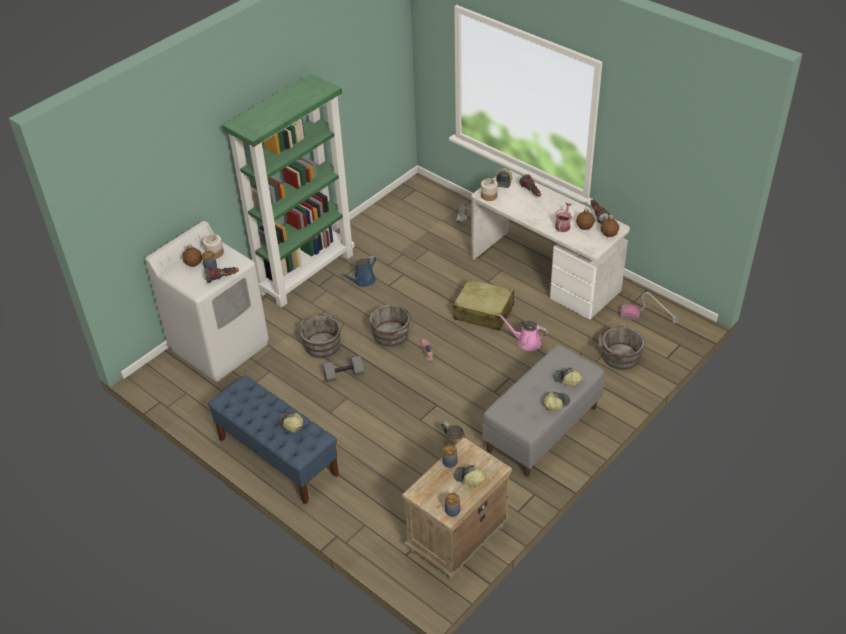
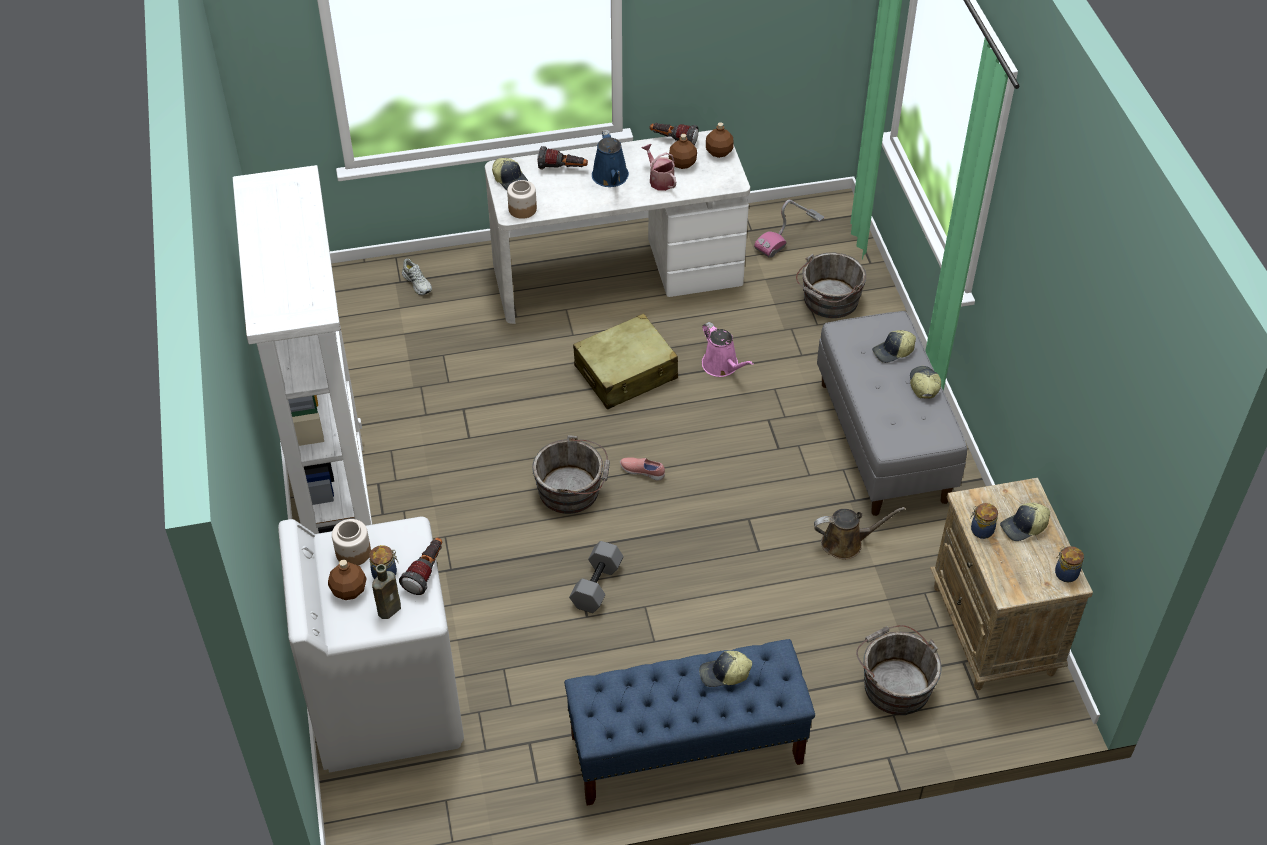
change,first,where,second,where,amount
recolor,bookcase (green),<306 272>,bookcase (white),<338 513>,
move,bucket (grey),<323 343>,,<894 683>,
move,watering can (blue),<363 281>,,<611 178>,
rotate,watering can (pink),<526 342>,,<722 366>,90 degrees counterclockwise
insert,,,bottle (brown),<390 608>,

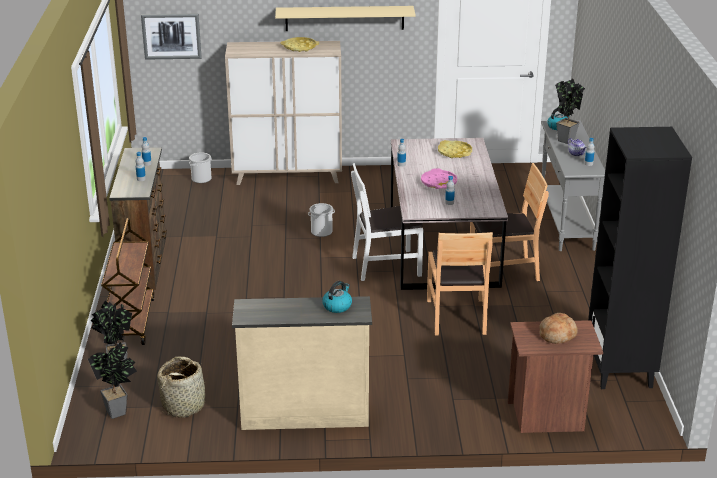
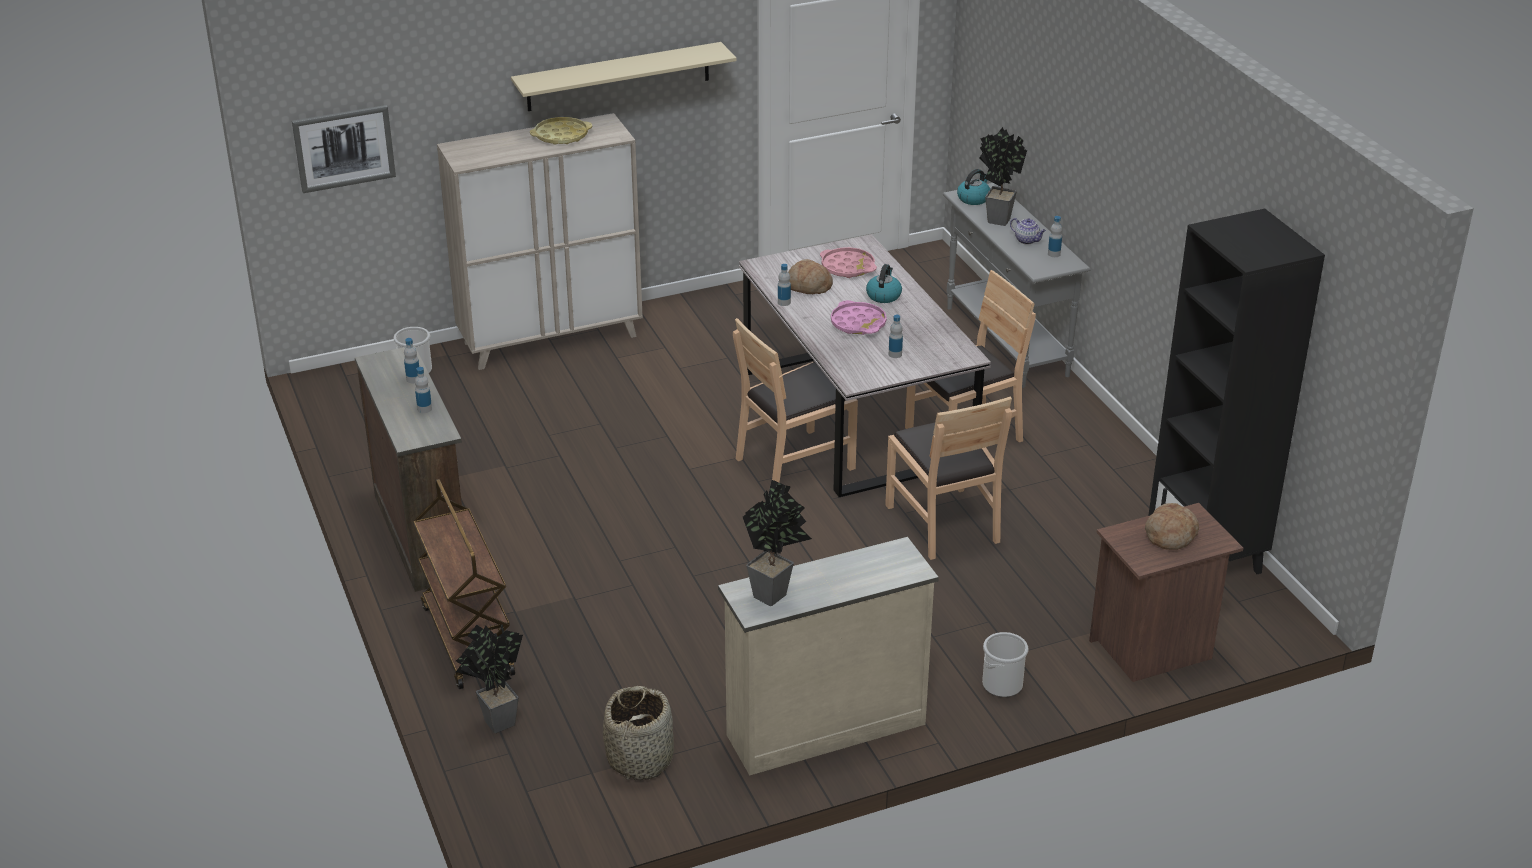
change,first,where,second,where,amount
move,potted plant,<120 412>,,<775 594>,
move,bucket,<321 232>,,<1002 684>,
move,kettle,<337 306>,,<883 295>,
recolor,chair (white),<386 265>,chair (brown),<794 462>,
recolor,tray (yellow),<454 152>,tray (pink),<848 267>,
insert,,,bread,<808 286>,

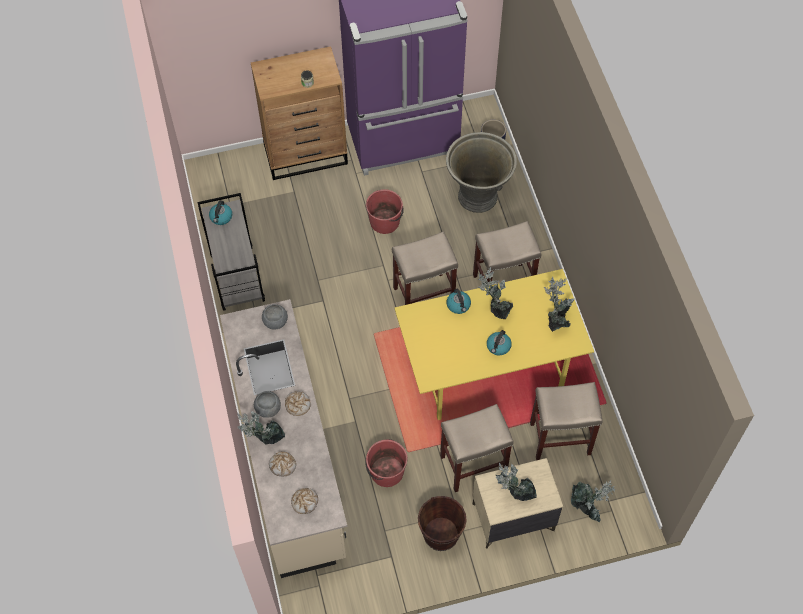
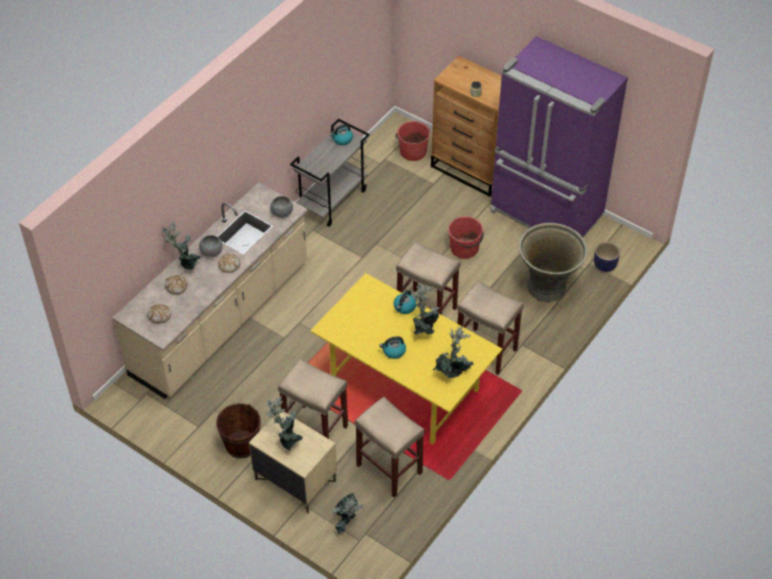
change,first,where,second,where,amount
move,bucket (red),<386 472>,,<412 151>,

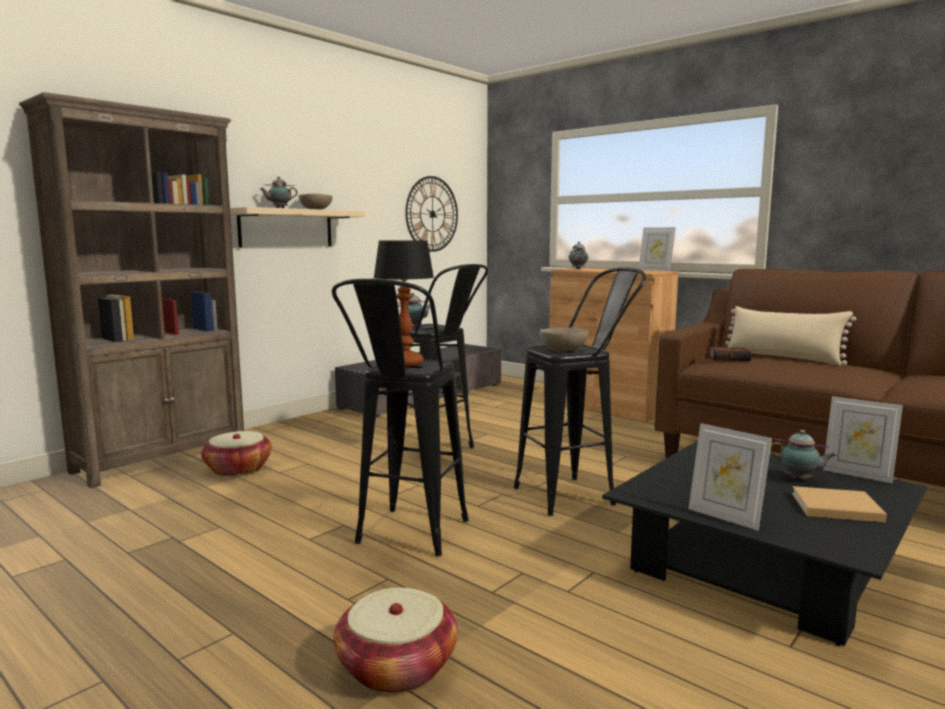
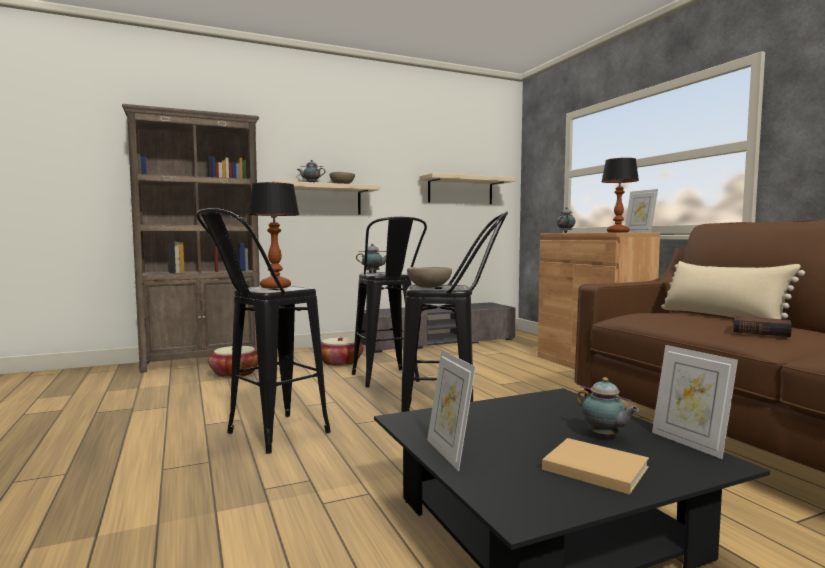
change,first,where,second,where,amount
move,basket,<396 667>,,<340 362>,
replace,wall clock,<432 214>,shelf (beige),<460 190>,
move,book,<729 358>,,<762 331>,
insert,,,table lamp,<618 232>,

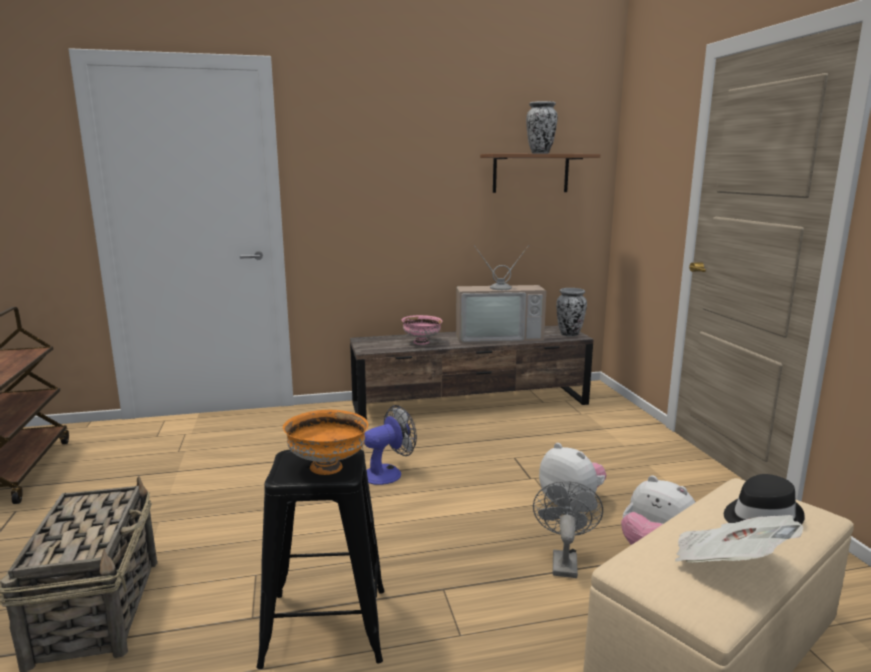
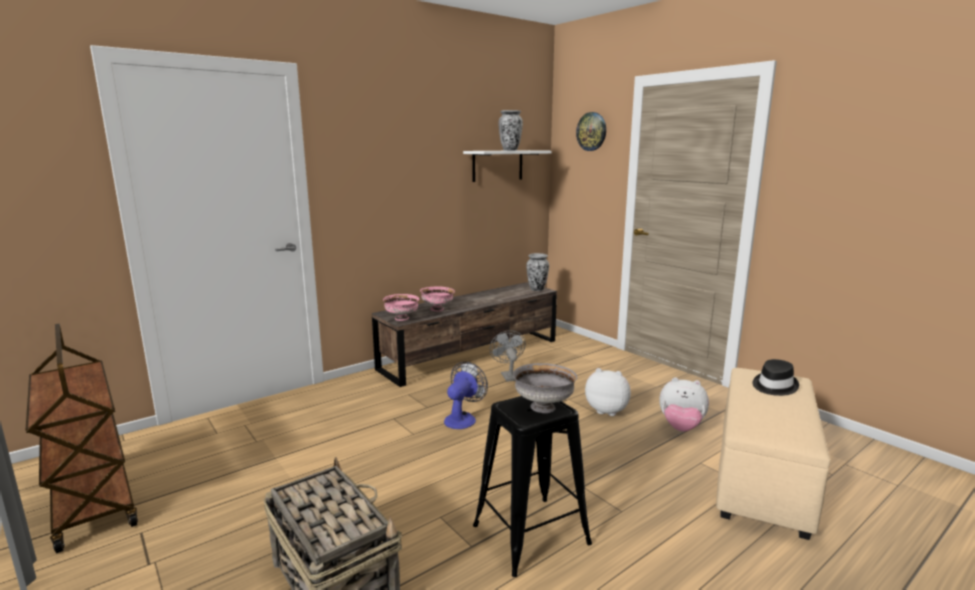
change,first,where,second,where,amount
recolor,bowl (orange),<328 467>,bowl (grey),<543 407>,
delete,television,<498 336>,,,
recolor,shelf (brown),<530 173>,shelf (white),<497 165>,
move,fan (grey),<563 561>,,<508 375>,
delete,newspaper,<727 564>,,,
insert,,,bowl (pink),<402 318>,
insert,,,wall clock,<591 131>,

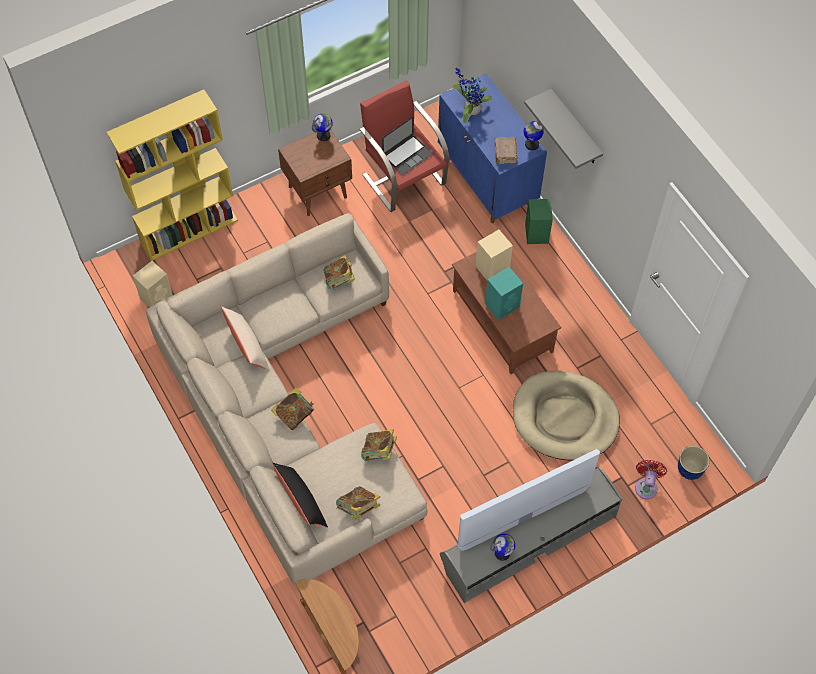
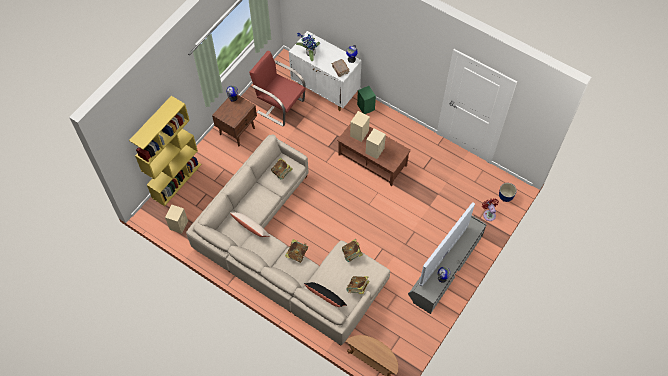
change,first,where,second,where,amount
delete,laptop,<407 155>,,,
recolor,cabinet (blue),<487 182>,cabinet (white),<325 90>,
recolor,speaker (turquoise),<503 305>,speaker (beige),<375 150>,
delete,dog bed (beige),<564 418>,,,
delete,shelf (grey),<575 129>,,,

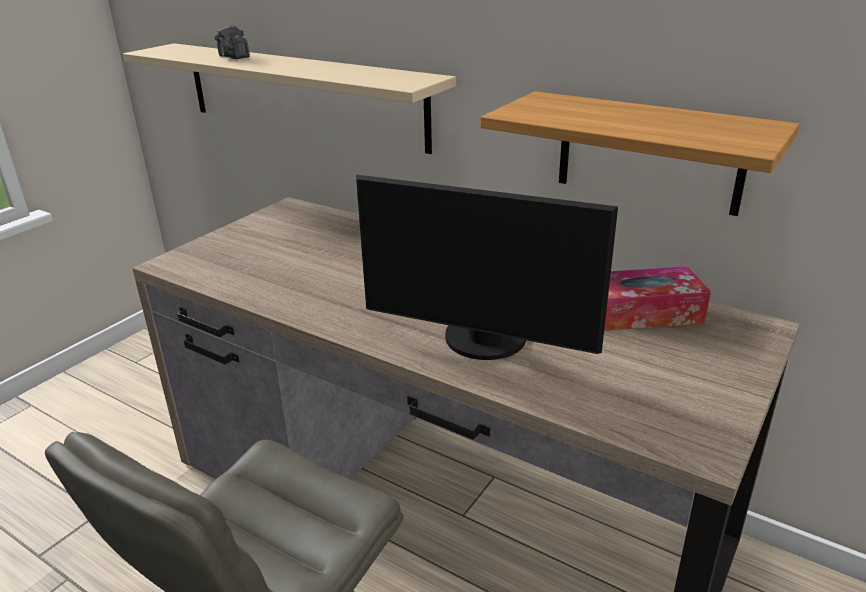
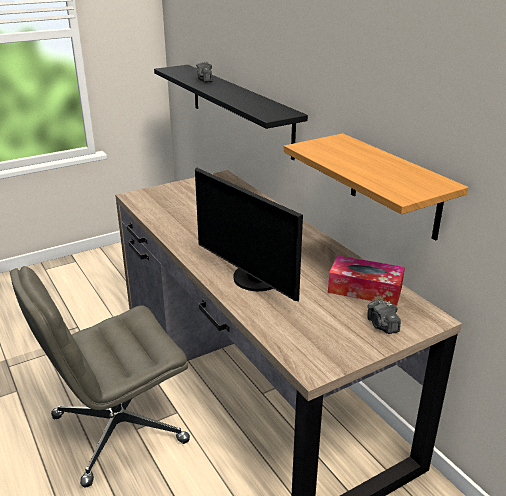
change,first,where,second,where,amount
recolor,shelf (beige),<301 94>,shelf (black),<239 108>,
insert,,,photo camera,<382 325>,

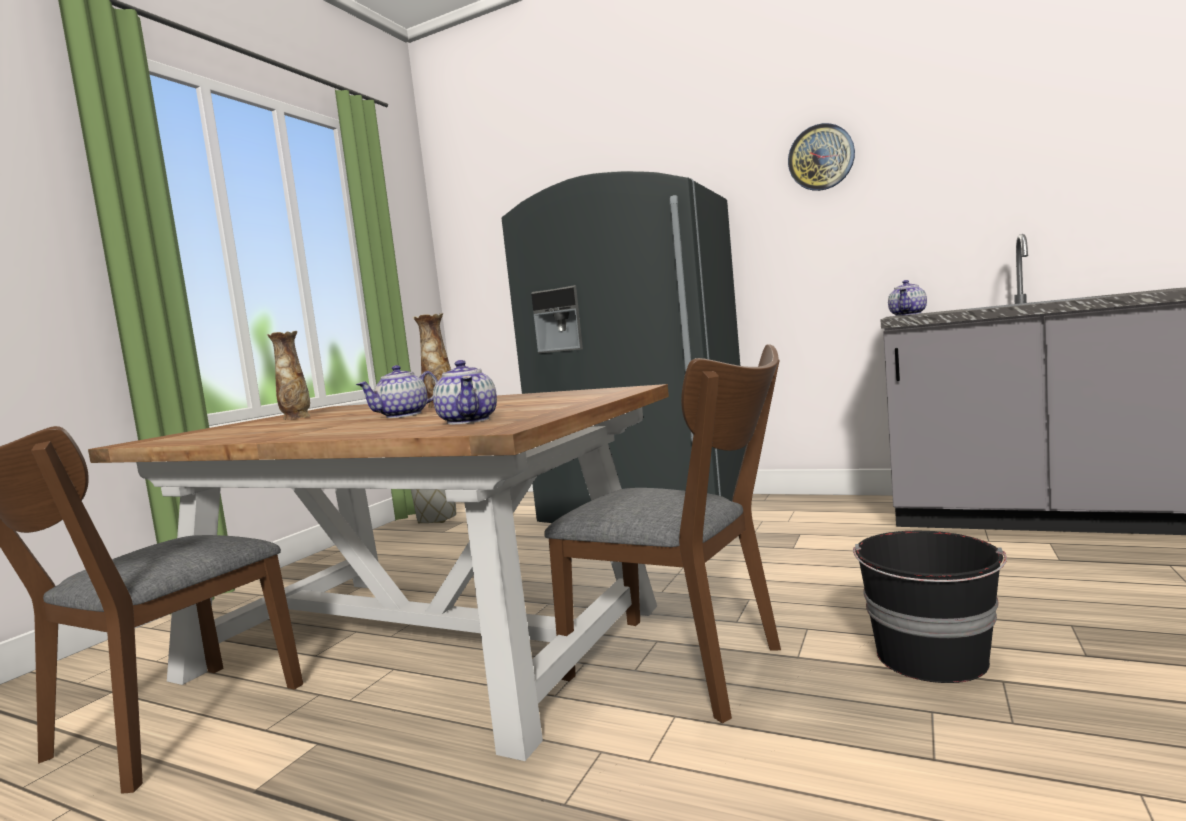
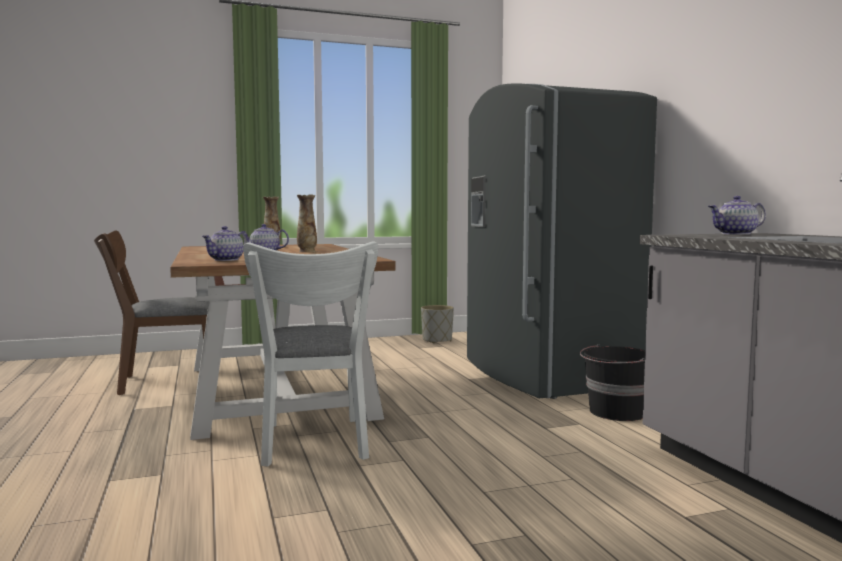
change,first,where,second,where,amount
recolor,chair (brown),<688 666>,chair (white),<314 444>,
delete,wall clock,<821 157>,,,
move,bucket (black),<932 658>,,<616 412>,

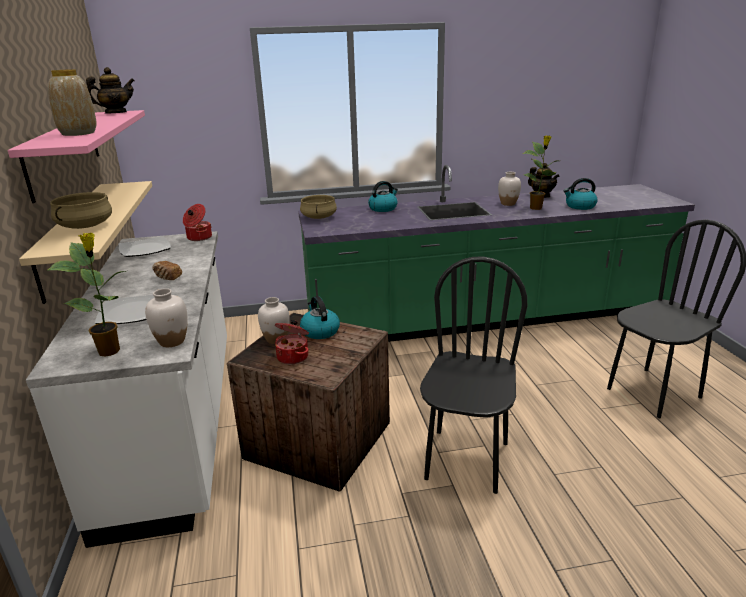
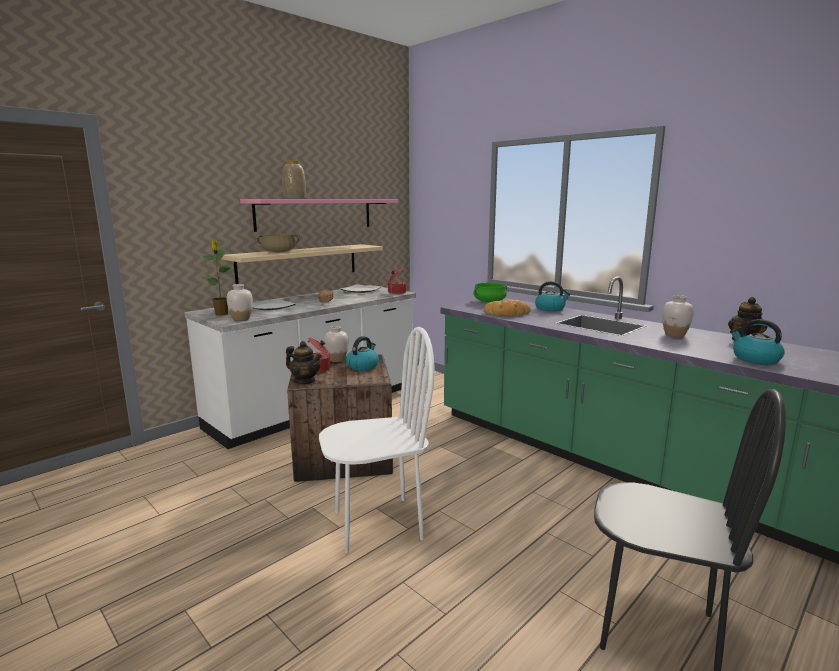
change,first,where,second,where,amount
move,teapot,<116 113>,,<305 381>,
recolor,cooking pot (beige),<319 217>,cooking pot (green),<489 301>,
recolor,chair (black),<466 460>,chair (white),<377 524>,
delete,potted plant,<537 208>,,,
insert,,,bread,<507 313>,

